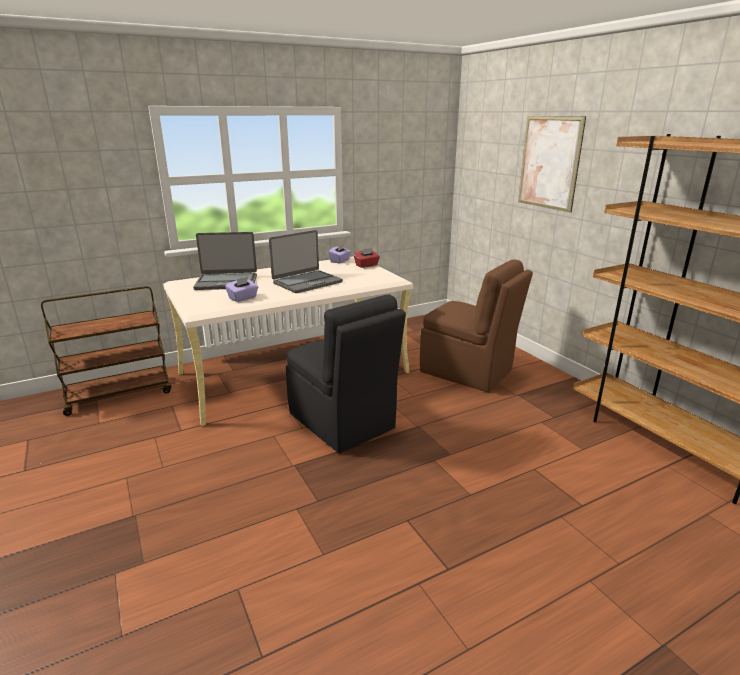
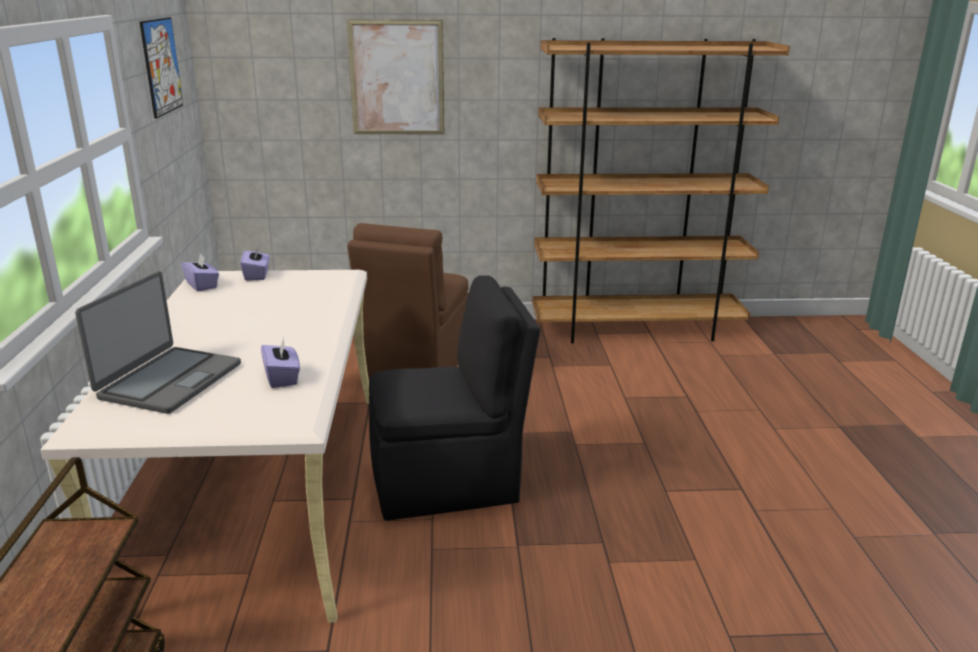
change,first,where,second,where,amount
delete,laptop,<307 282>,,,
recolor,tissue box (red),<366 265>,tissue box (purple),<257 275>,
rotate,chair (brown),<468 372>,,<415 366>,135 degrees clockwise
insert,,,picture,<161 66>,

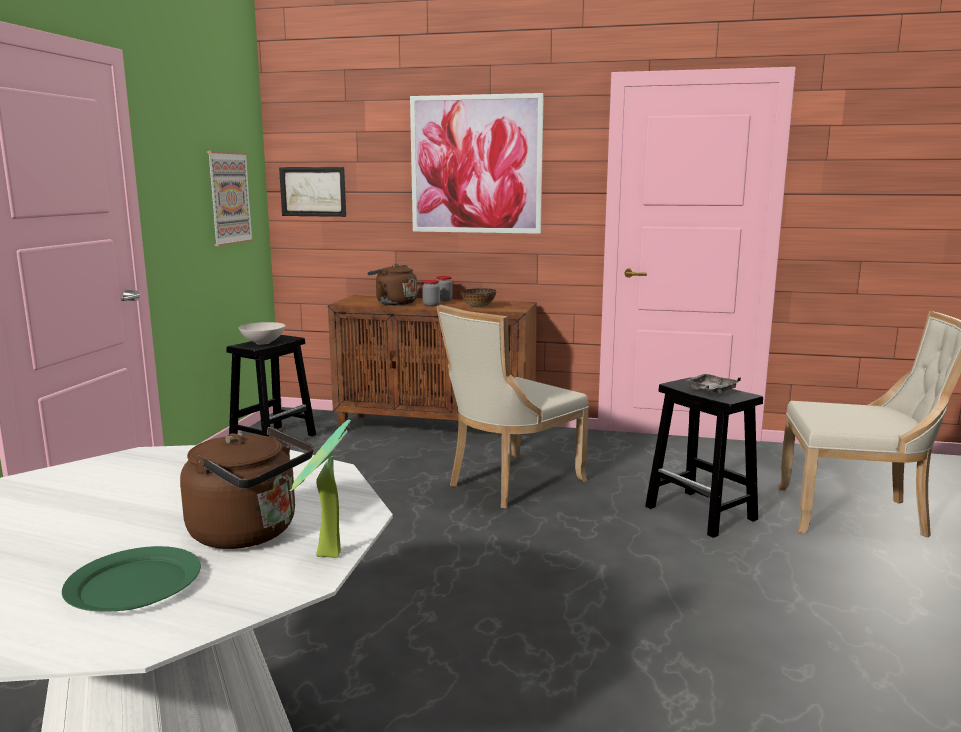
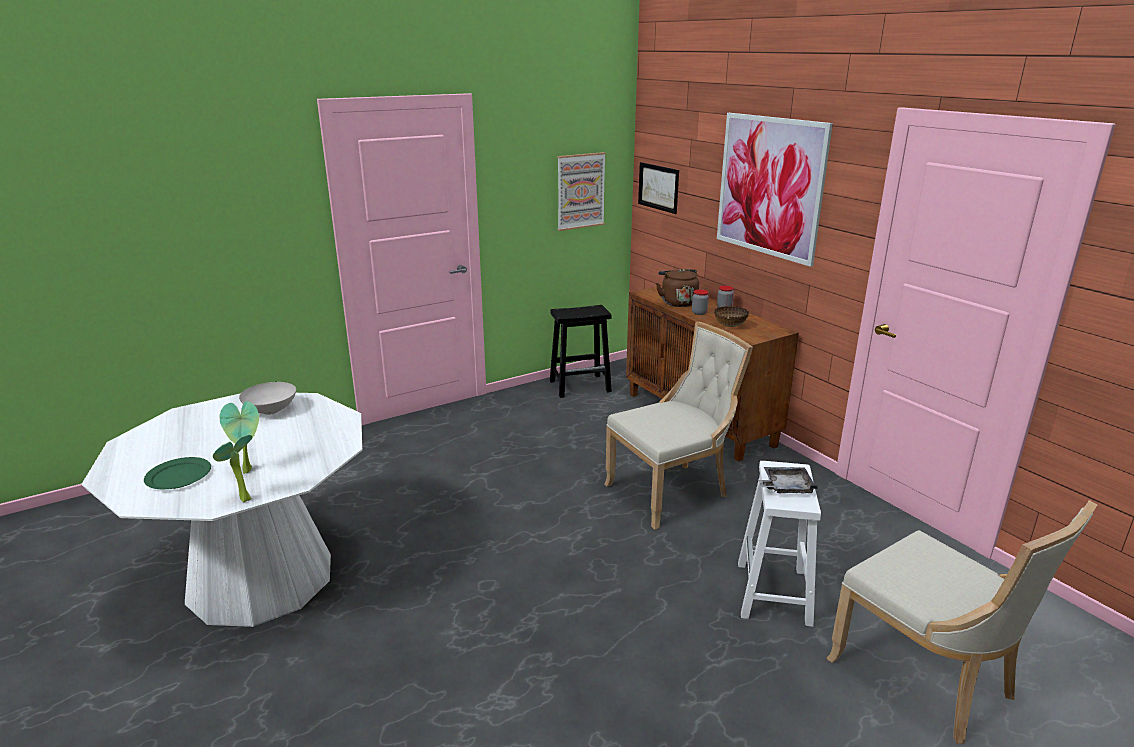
change,first,where,second,where,amount
replace,kettle (brown),<250 533>,potted plant,<249 470>,
move,bowl (white),<263 343>,,<271 411>,
rotate,chair (beige),<510 483>,,<672 491>,150 degrees clockwise
recolor,stool (black),<702 513>,stool (white),<774 594>,

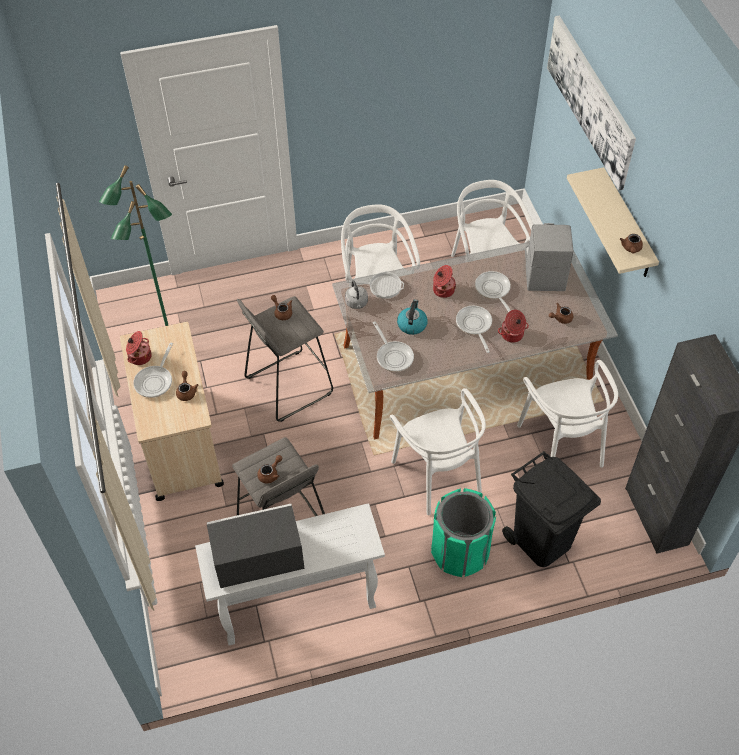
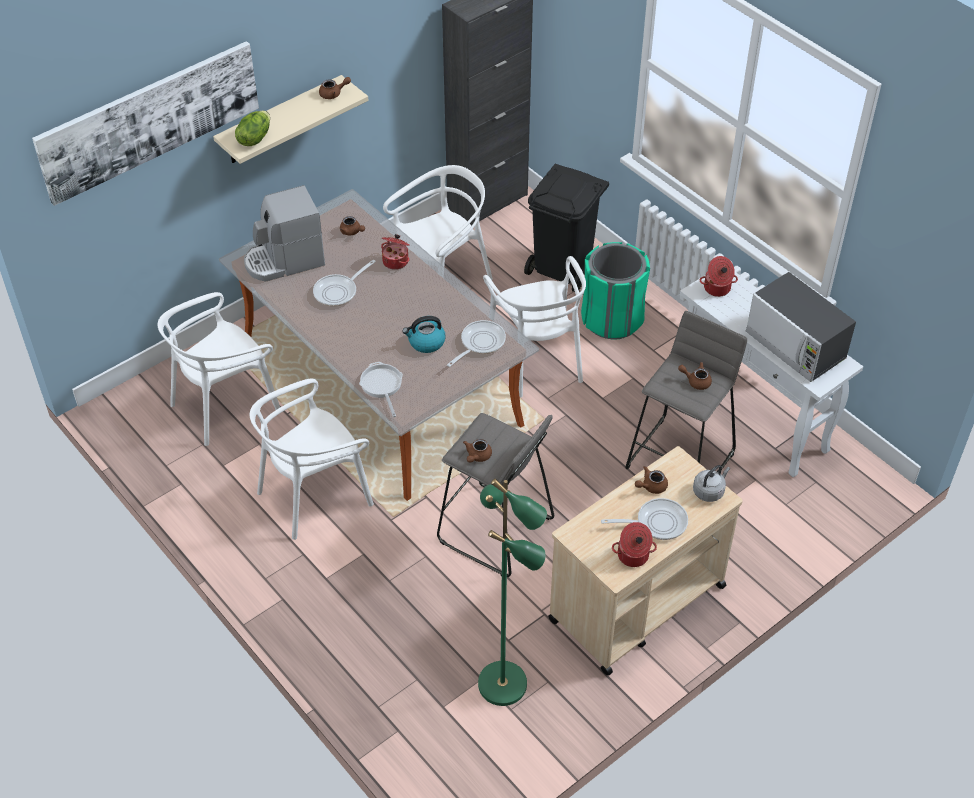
change,first,where,second,where,amount
move,kettle (grey),<357 303>,,<709 491>,
rotate,chair (white),<438 475>,,<537 360>,120 degrees clockwise
move,cooking pot,<443 290>,,<717 288>,
delete,frying pan,<474 326>,,,
insert,,,lettuce,<254 138>,

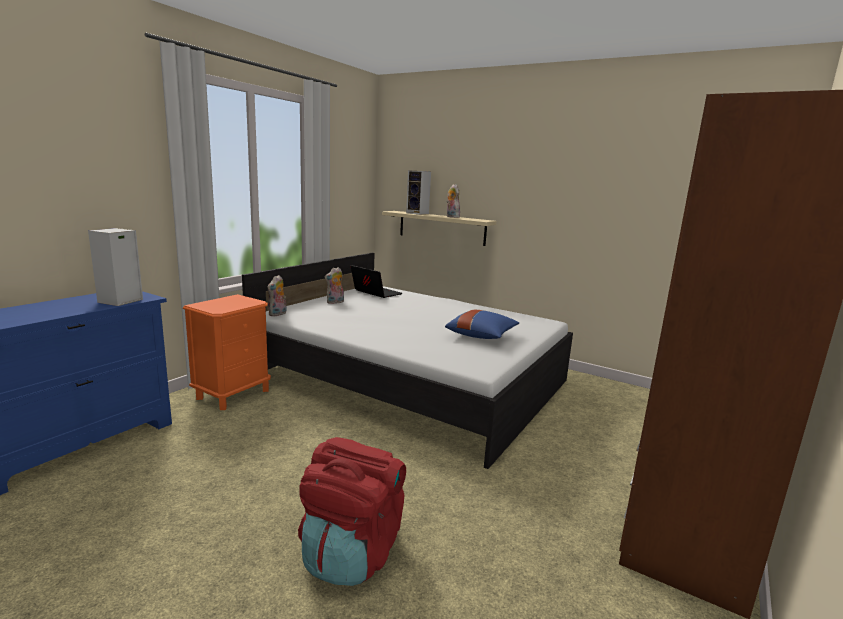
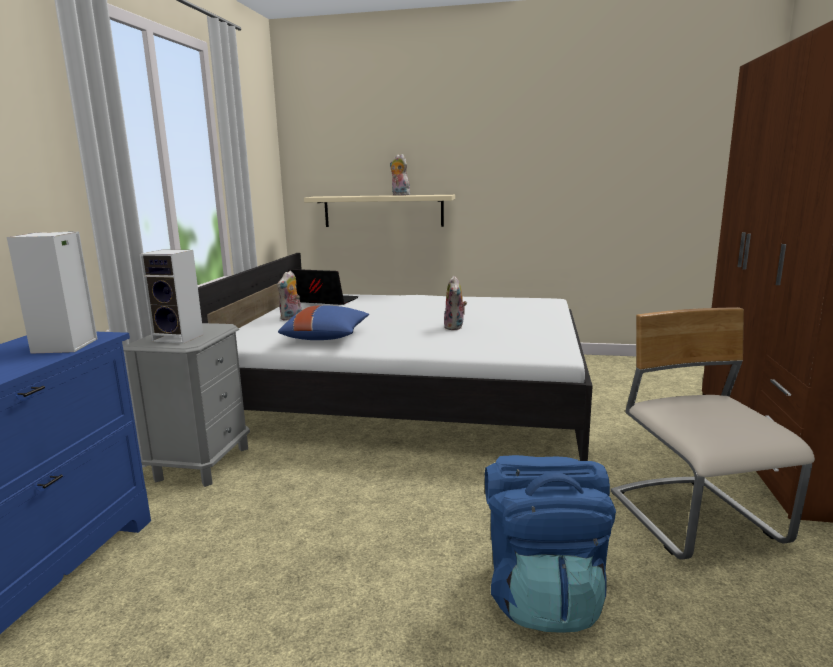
change,first,where,second,where,amount
recolor,nightstand (orange),<233 394>,nightstand (grey),<202 463>,
move,plush toy,<278 314>,,<455 327>,
recolor,backpack (red),<352 552>,backpack (blue),<543 594>,
move,speaker,<418 213>,,<180 337>,
move,pillow (blue),<482 336>,,<326 337>,
insert,,,chair (beige),<695 519>,

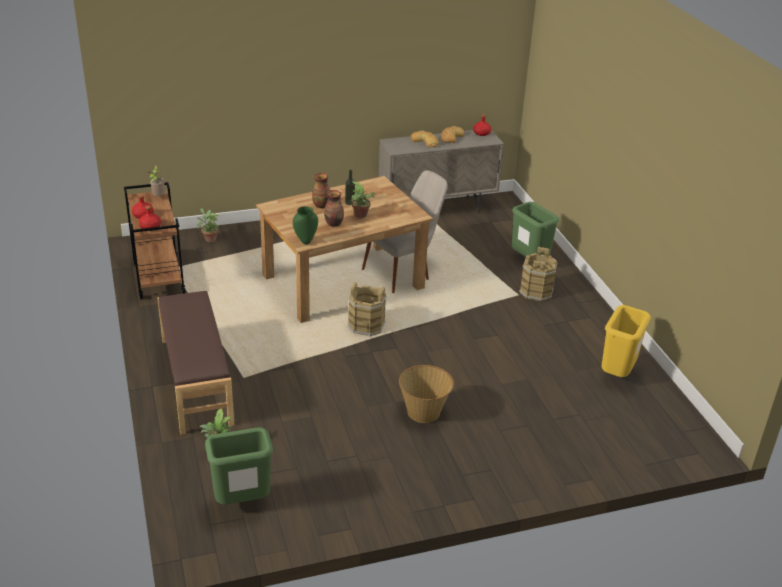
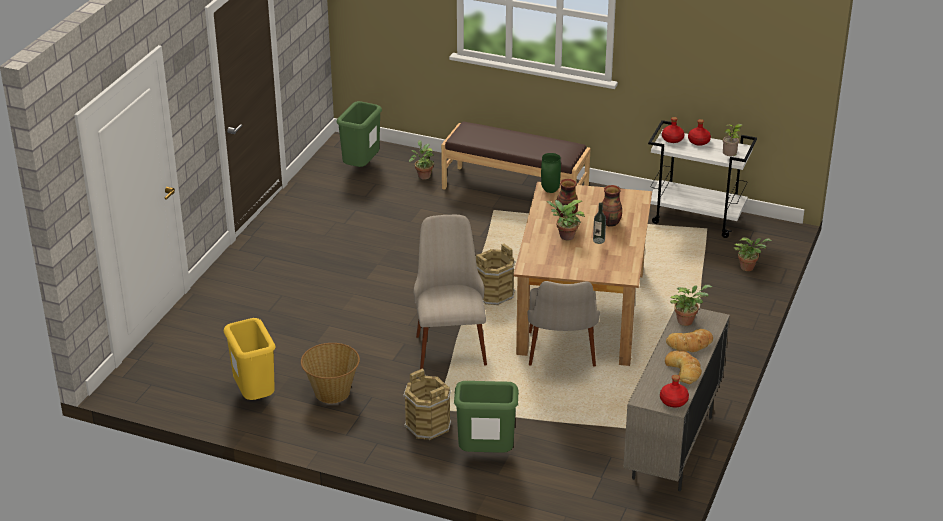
change,first,where,second,where,amount
recolor,cart (brown),<158 278>,cart (white),<696 218>,
move,basket,<424 411>,,<332 393>,
insert,,,chair (beige),<450 342>,
insert,,,potted plant,<686 320>,

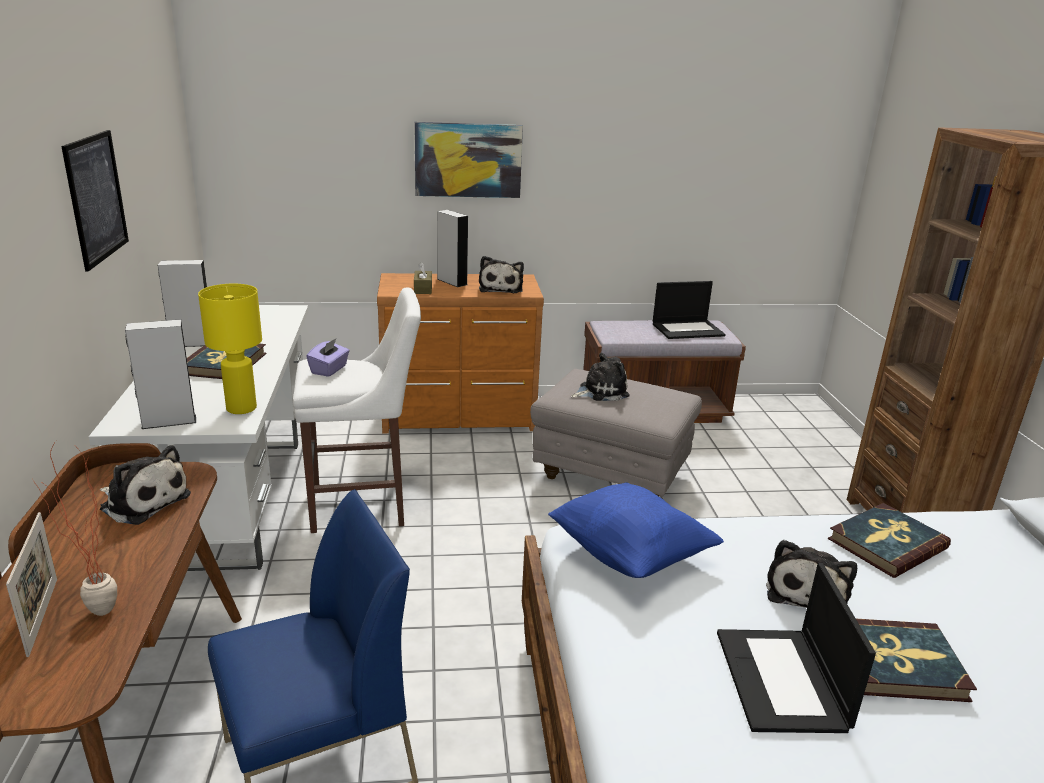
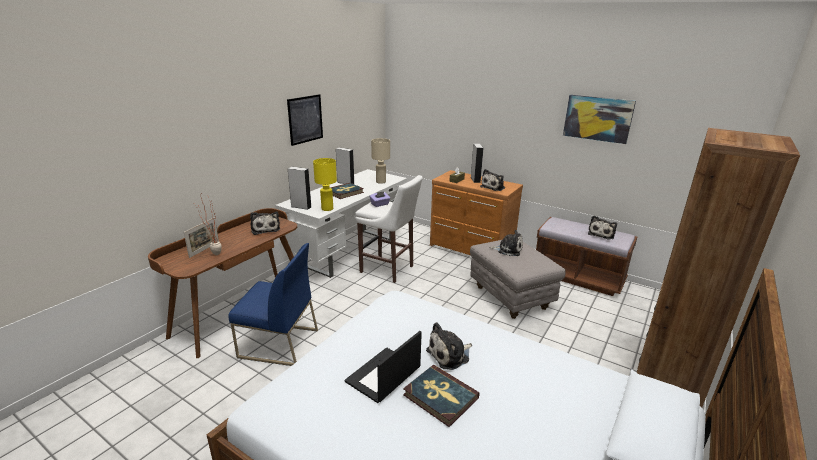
change,first,where,second,where,amount
move,picture,<468 160>,,<597 118>,
delete,pillow (blue),<629 555>,,,
replace,laptop,<688 329>,plush toy,<601 234>,
delete,book,<886 543>,,,
insert,,,table lamp (beige),<381 182>,

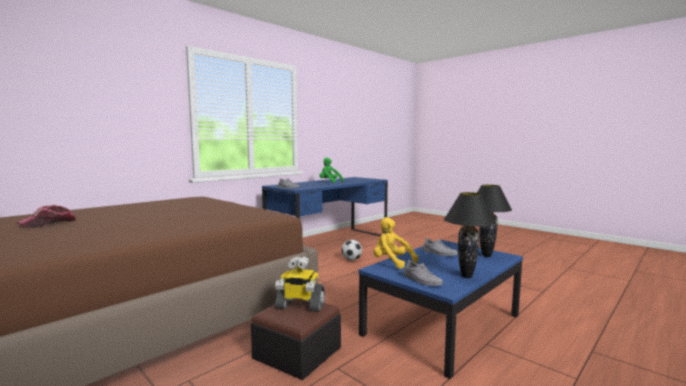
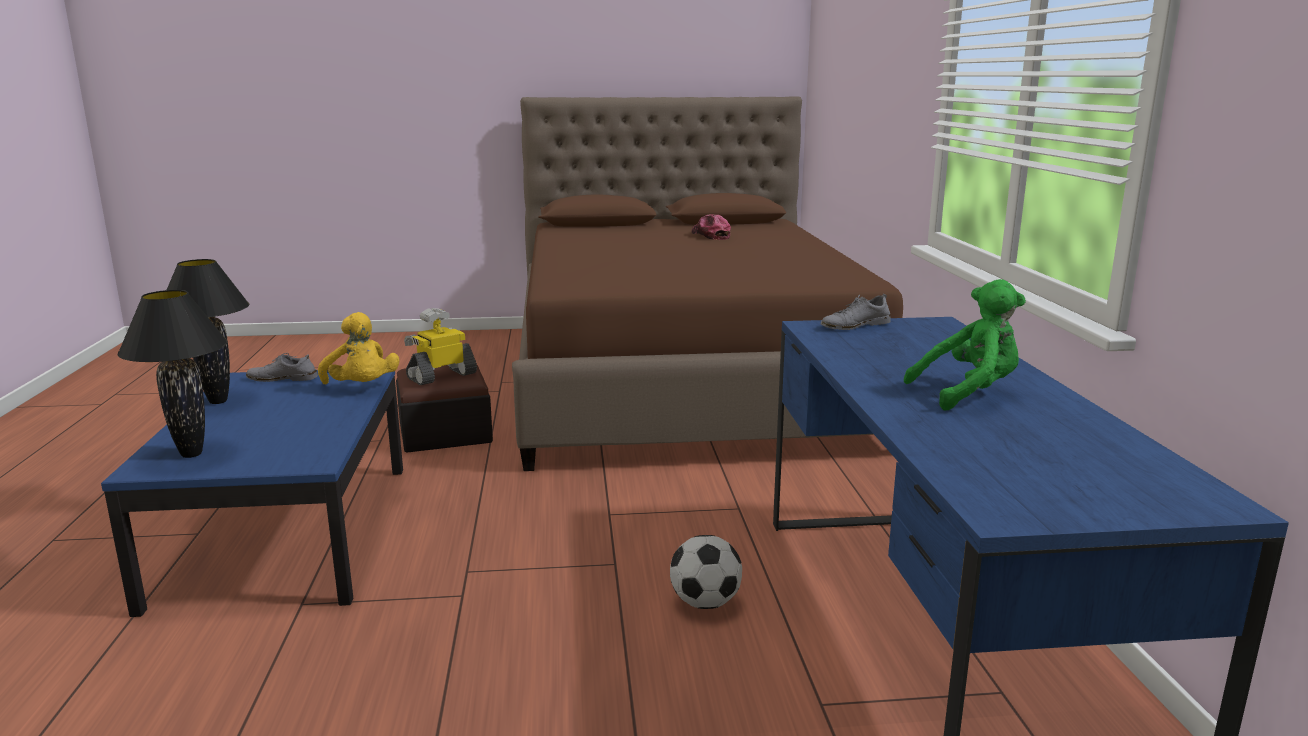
change,first,where,second,where,amount
rotate,plush toy (yellow),<391 262>,,<362 388>,60 degrees clockwise
delete,shoe (grey),<439 253>,,,

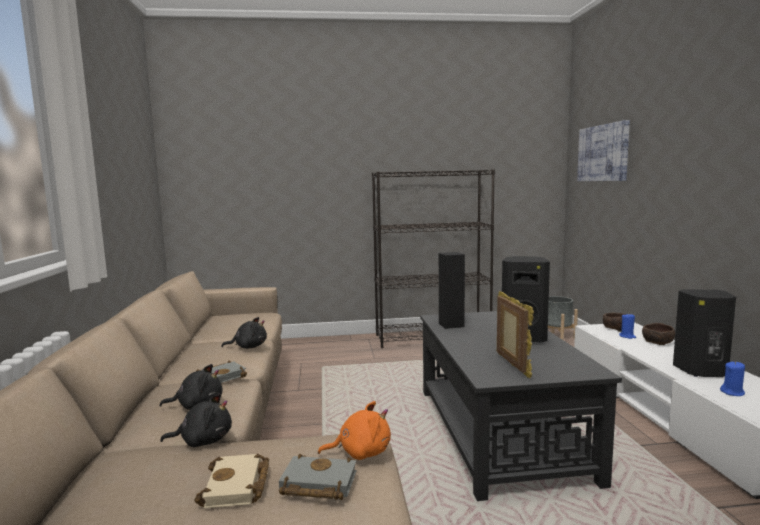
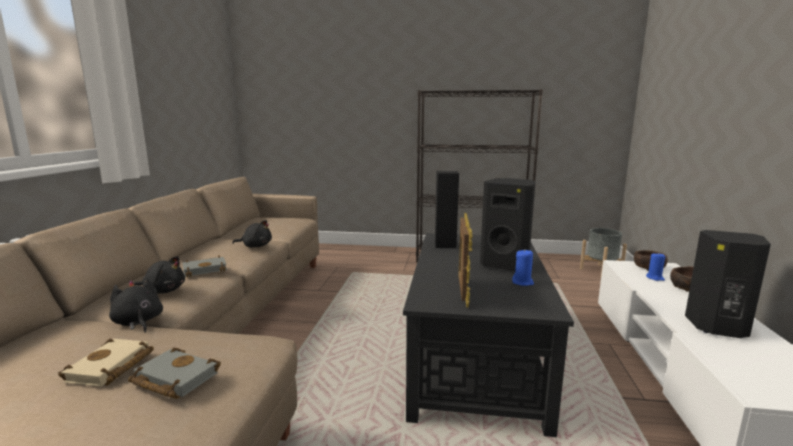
change,first,where,second,where,amount
rotate,plush toy (black),<203 441>,,<138 322>,135 degrees counterclockwise
delete,plush toy (orange),<361 452>,,,
delete,picture,<603 153>,,,
move,candle (blue),<732 392>,,<522 282>,

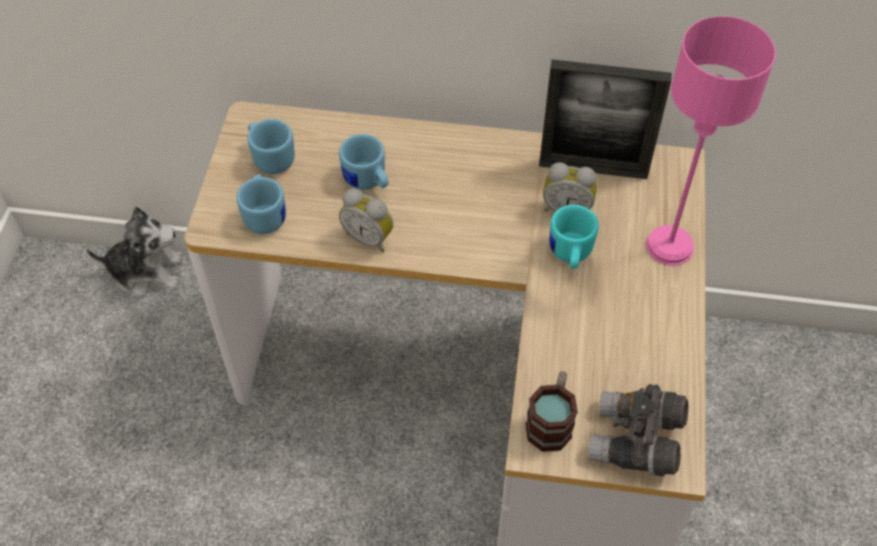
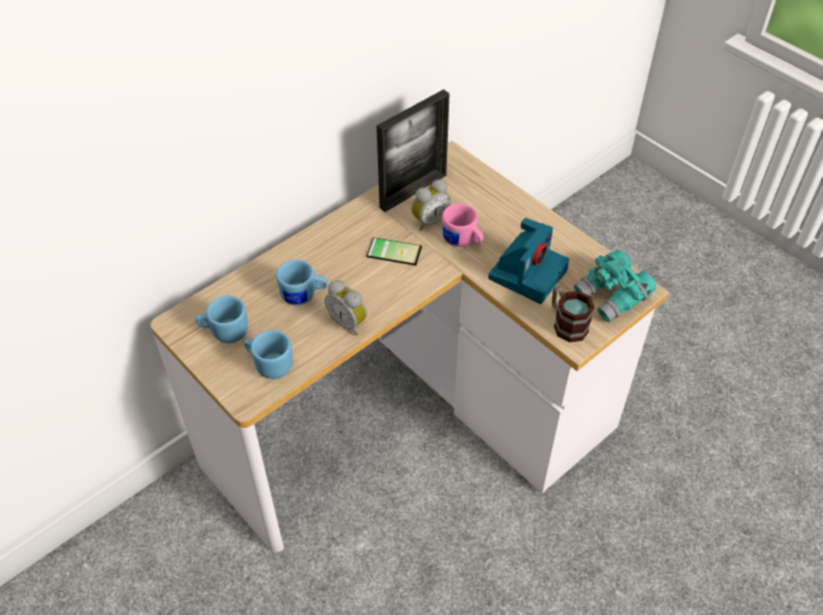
change,first,where,second,where,amount
delete,plush toy,<146 272>,,,
rotate,alarm clock,<369 237>,,<349 322>,60 degrees clockwise
recolor,mug (turquoise),<569 255>,mug (pink),<462 241>,
recolor,binoculars (grey),<636 442>,binoculars (turquoise),<612 297>,
delete,table lamp (pink),<669 245>,,,
insert,,,phone,<395 249>,
insert,,,photo camera,<528 273>,

